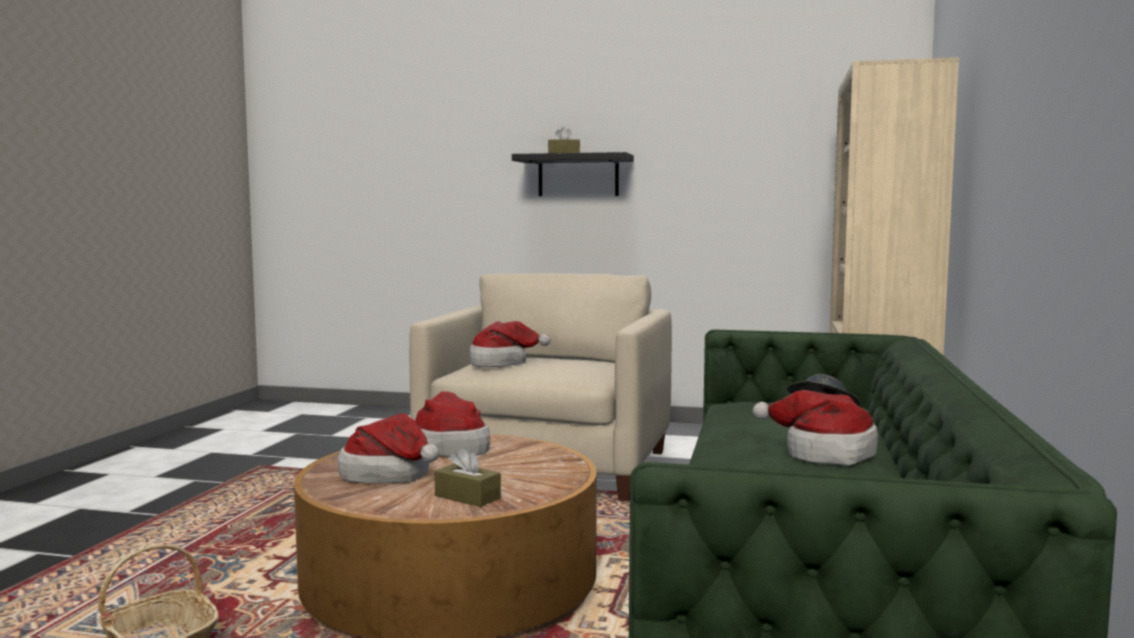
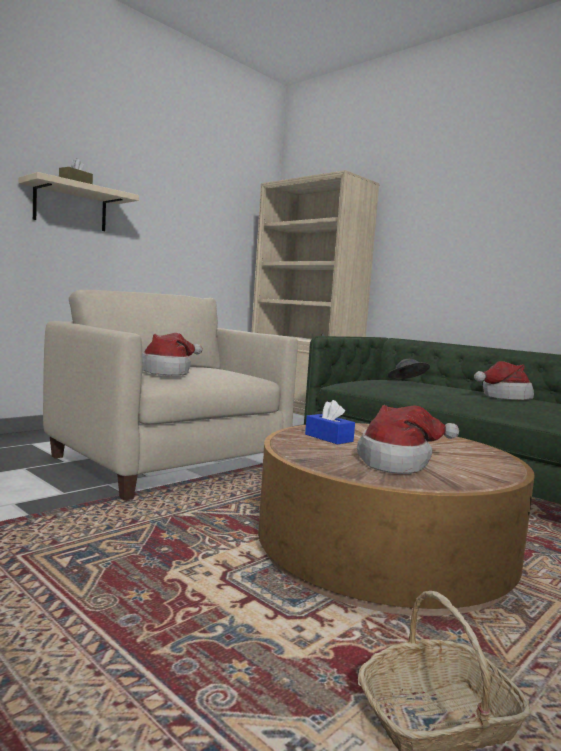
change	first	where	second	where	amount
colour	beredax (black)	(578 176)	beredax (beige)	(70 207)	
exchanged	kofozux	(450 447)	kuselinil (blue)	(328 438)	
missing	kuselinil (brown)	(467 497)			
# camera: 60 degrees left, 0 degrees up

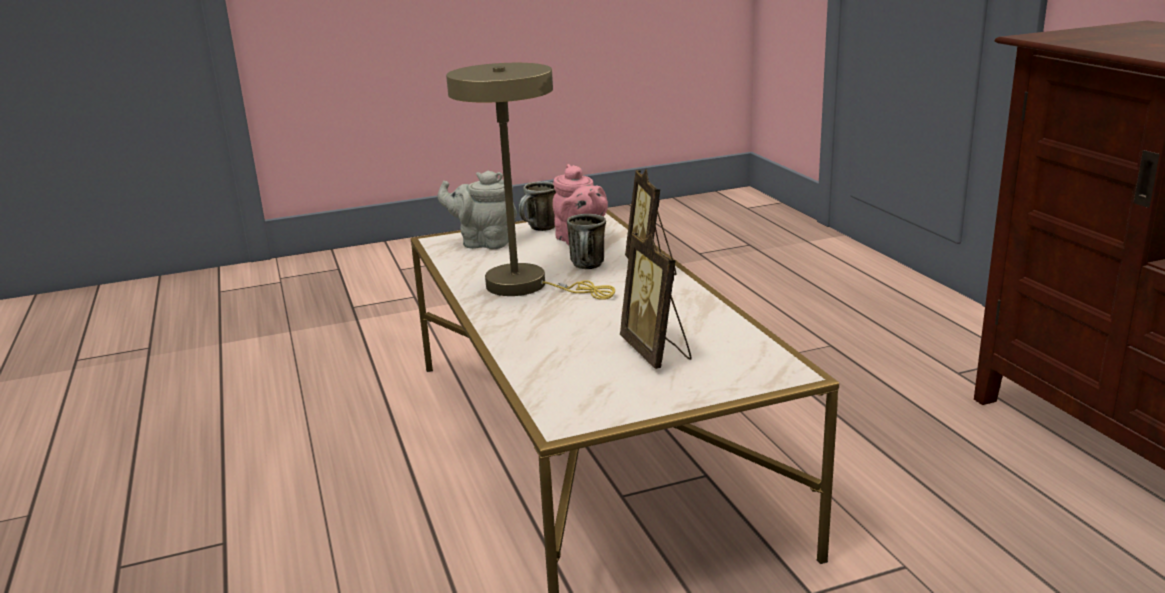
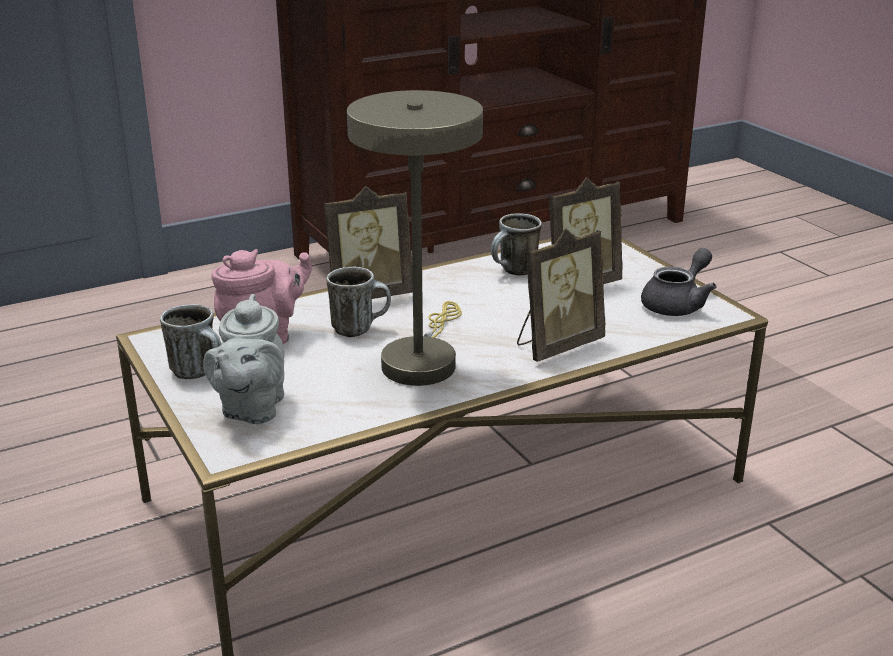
change	first	where	second	where	amount
appeared			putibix	(515 272)	
appeared			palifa	(557 345)	
appeared			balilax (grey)	(678 304)	
# camera: 100 degrees left, 5 degrees up

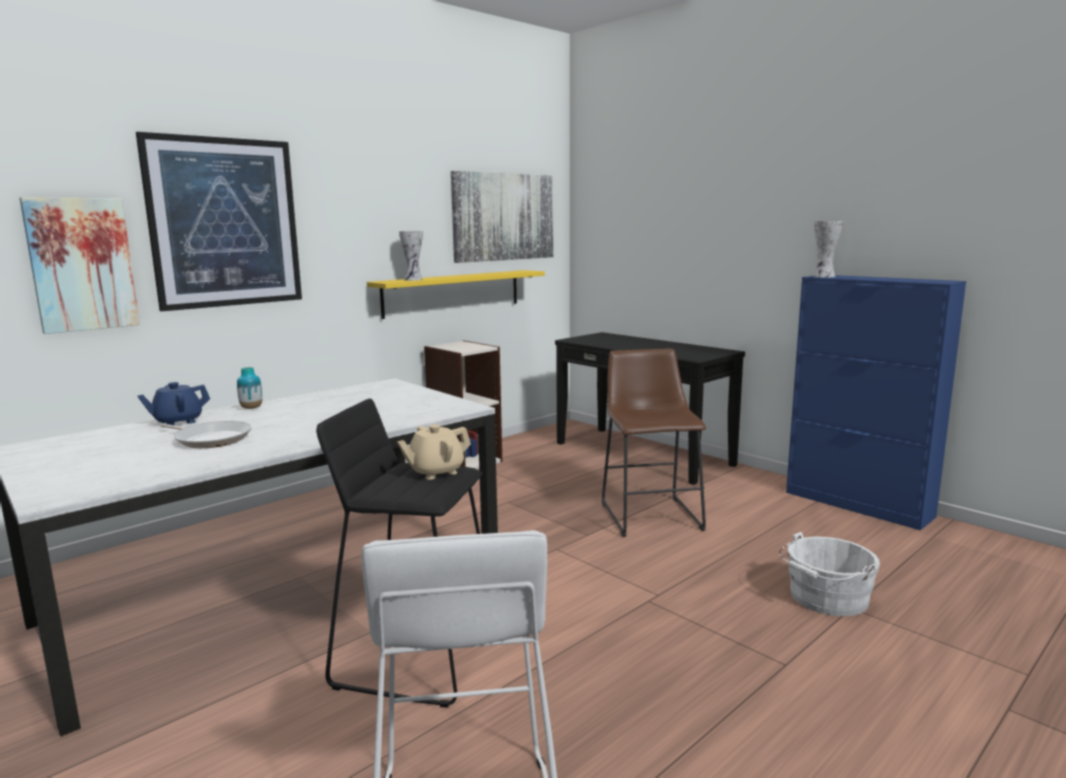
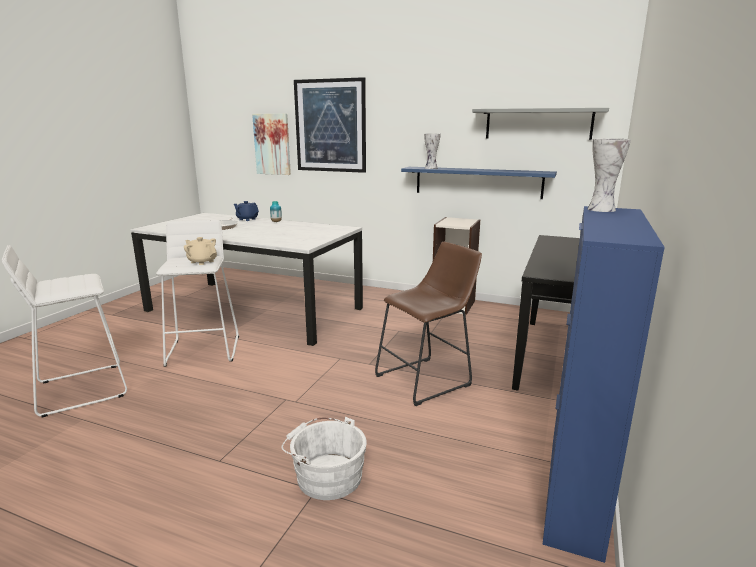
change	first	where	second	where	amount
exchanged	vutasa	(504 217)	beredax (grey)	(538 124)	
colour	beredax (yellow)	(453 293)	beredax (blue)	(477 182)	
colour	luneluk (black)	(416 657)	luneluk (white)	(204 350)	
# camera: 65 degrees right, 5 degrees up

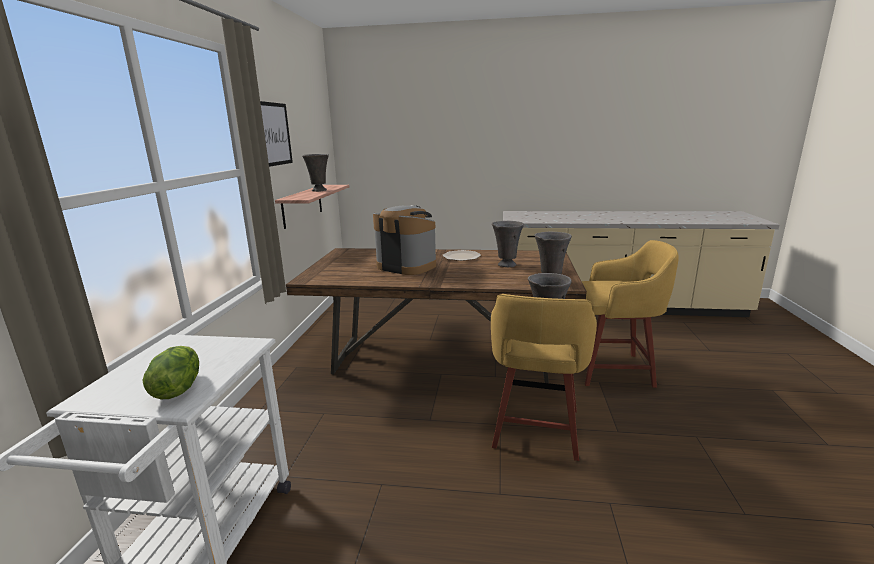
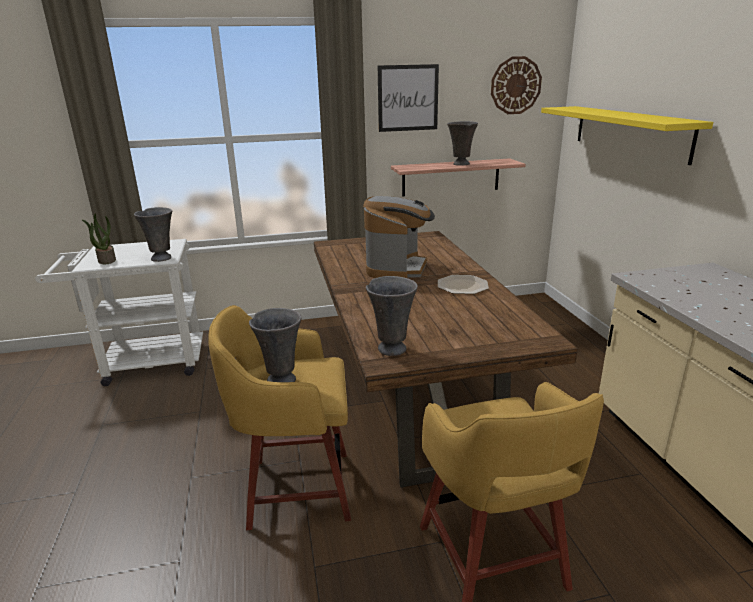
change	first	where	second	where	amount
relocated	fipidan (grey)	(506 265)		(162 258)	
exchanged	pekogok	(177 389)	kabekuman	(106 260)	
appeared			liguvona	(515 85)	
appeared			beredax (yellow)	(629 132)	
# camera: 70 degrees right, 5 degrees up

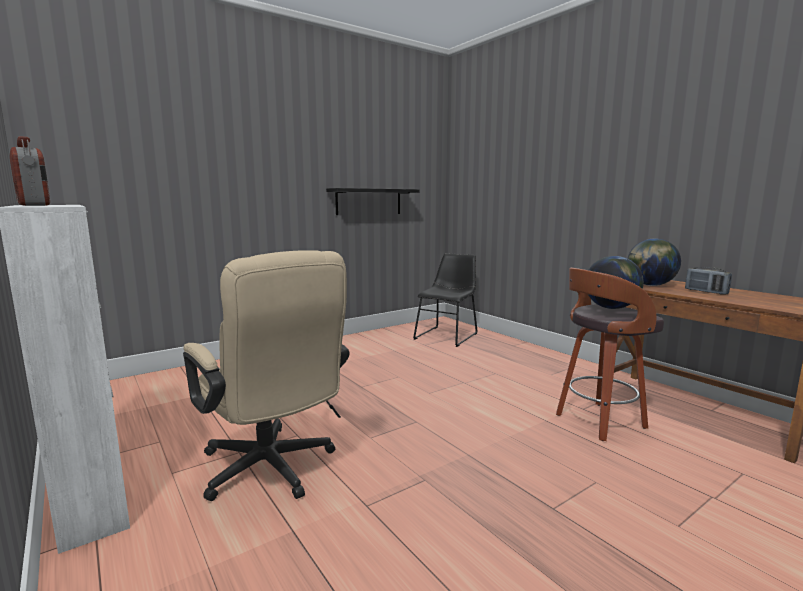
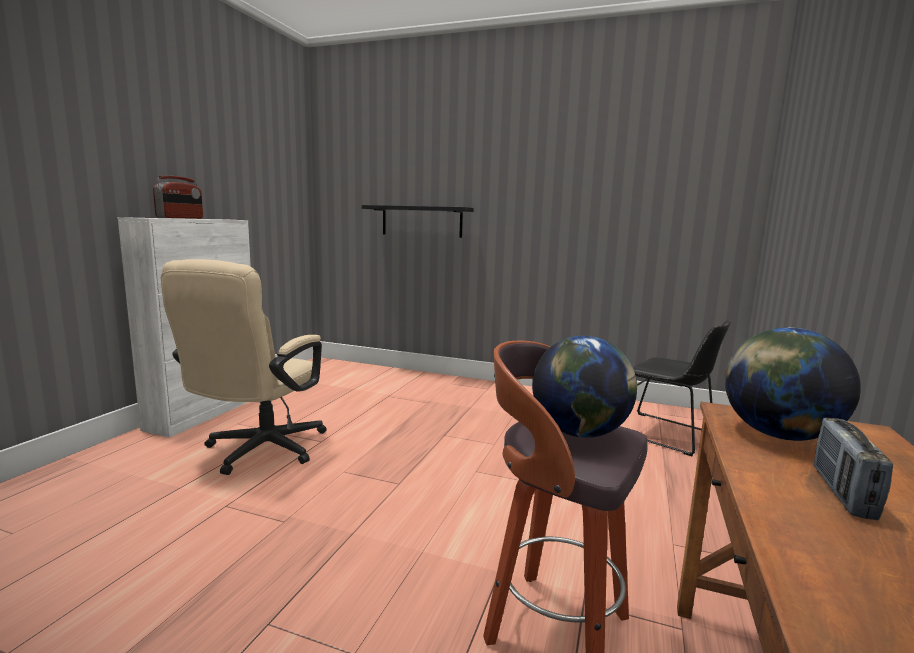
change	first	where	second	where	amount
relocated	beredax (black)	(369 201)		(421 221)	
spun	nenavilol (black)	(447 335)		(667 434)	45 degrees clockwise
# camera: 55 degrees right, 0 degrees up

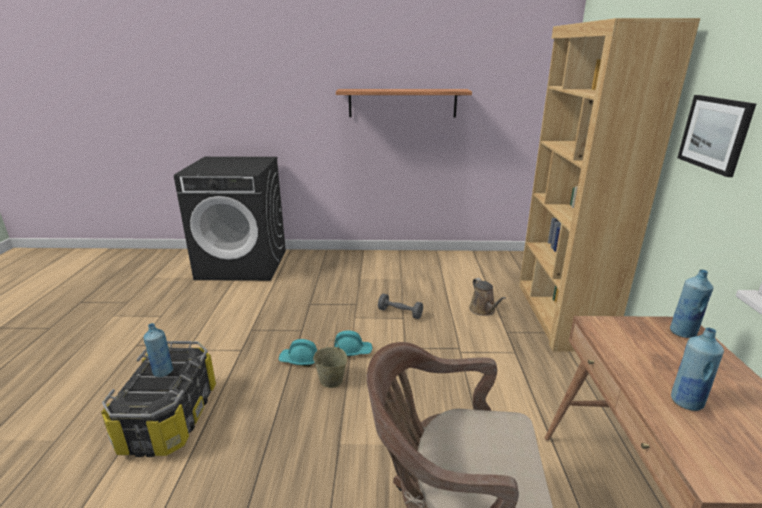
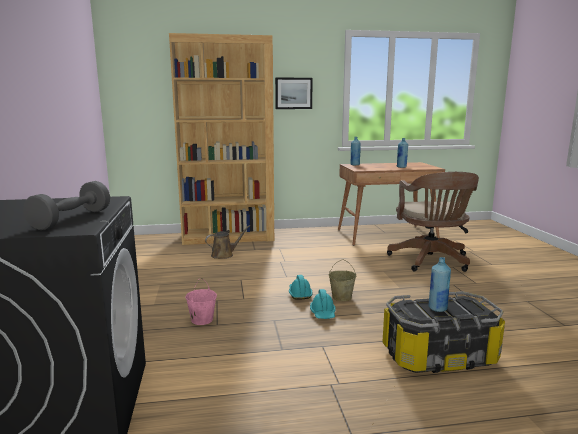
change	first	where	second	where	amount
missing	beredax	(402 103)			
relocated	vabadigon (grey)	(400 313)		(71 219)	
appeared			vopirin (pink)	(201 320)	
# camera: 100 degrees left, 10 degrees down

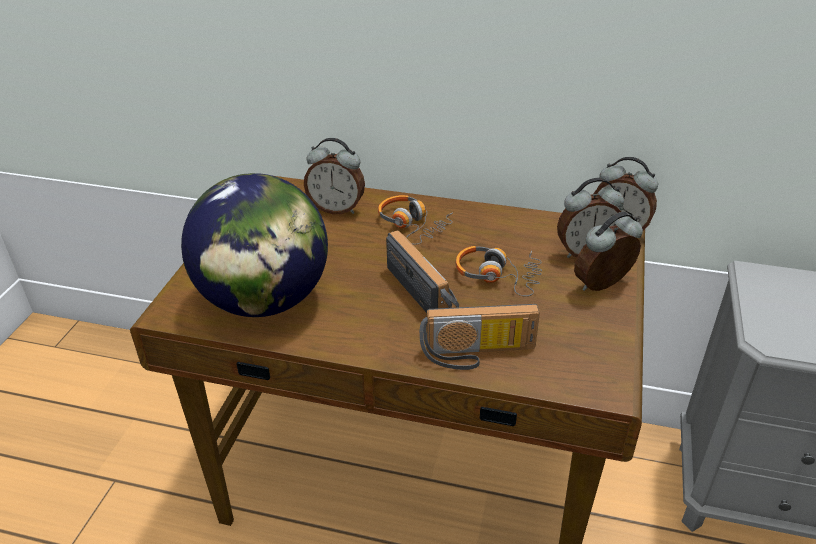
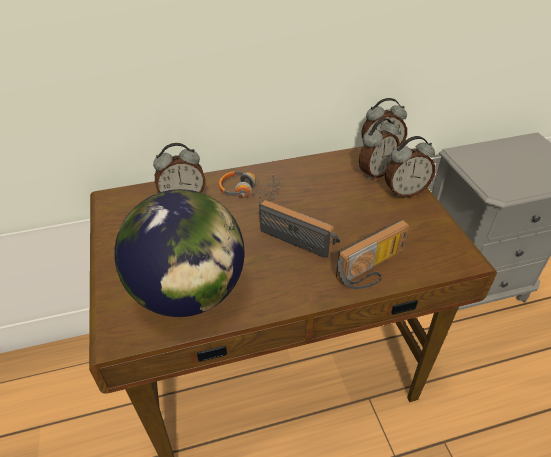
change	first	where	second	where	amount
spun	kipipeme	(603 287)		(404 191)	135 degrees counterclockwise
missing	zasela	(497 276)			
# camera: 30 degrees left, 5 degrees up

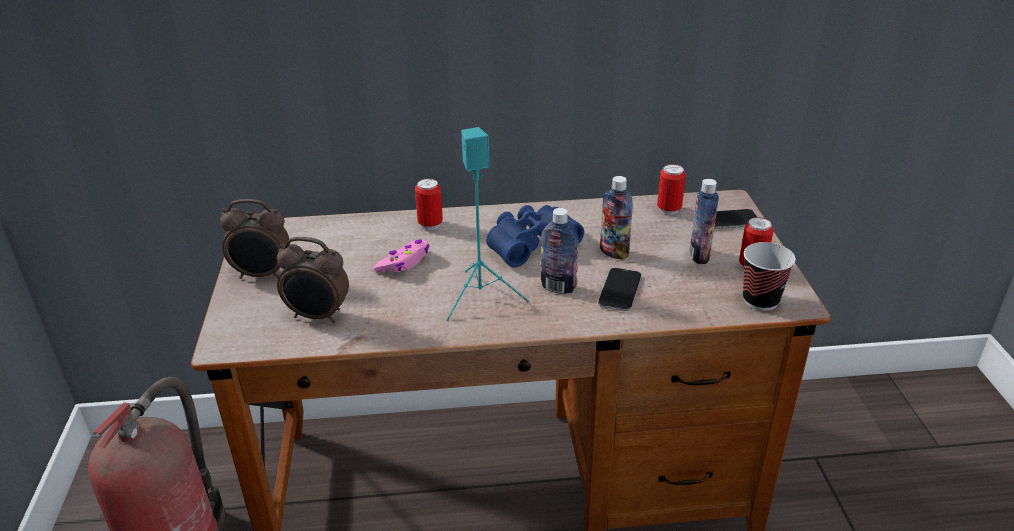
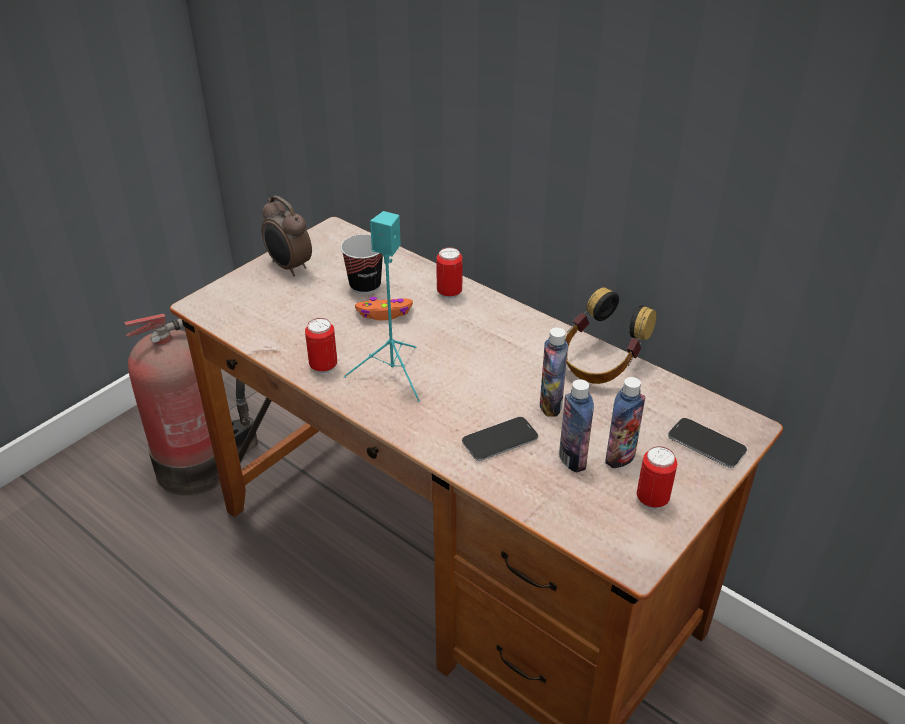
change	first	where	second	where	amount
relocated	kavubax	(669 209)		(323 367)	
missing	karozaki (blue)	(530 243)			
relocated	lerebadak	(558 287)		(572 459)	
missing	kipipeme	(318 316)			
colour	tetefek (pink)	(404 263)	tetefek (orange)	(384 313)	
relocated	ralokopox	(760 300)		(365 286)	
appeared			zasela	(601 364)	
# camera: 45 degrees right, 5 degrees up

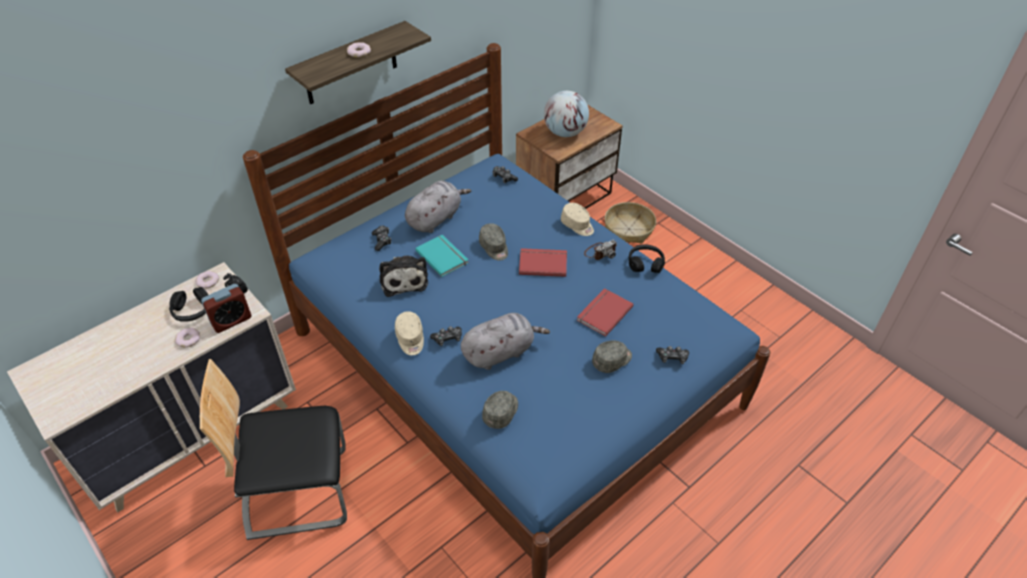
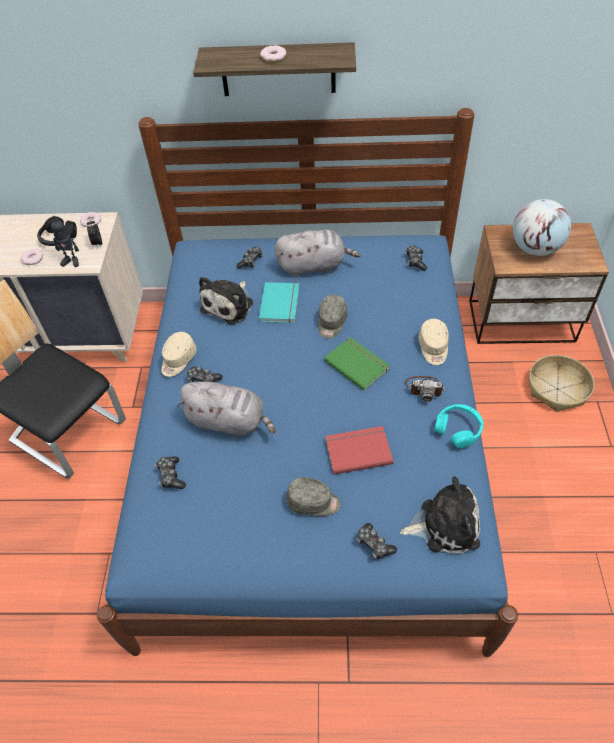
change	first	where	second	where	amount
colour	zasela (black)	(645 263)	zasela (turquoise)	(458 429)	
colour	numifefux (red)	(542 263)	numifefux (green)	(357 364)	
exchanged	kipipeme	(231 320)	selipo	(71 261)	
exchanged	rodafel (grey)	(501 412)	tetefek	(171 476)	
appeared			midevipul	(445 524)	
# camera: 45 degrees right, 5 degrees up

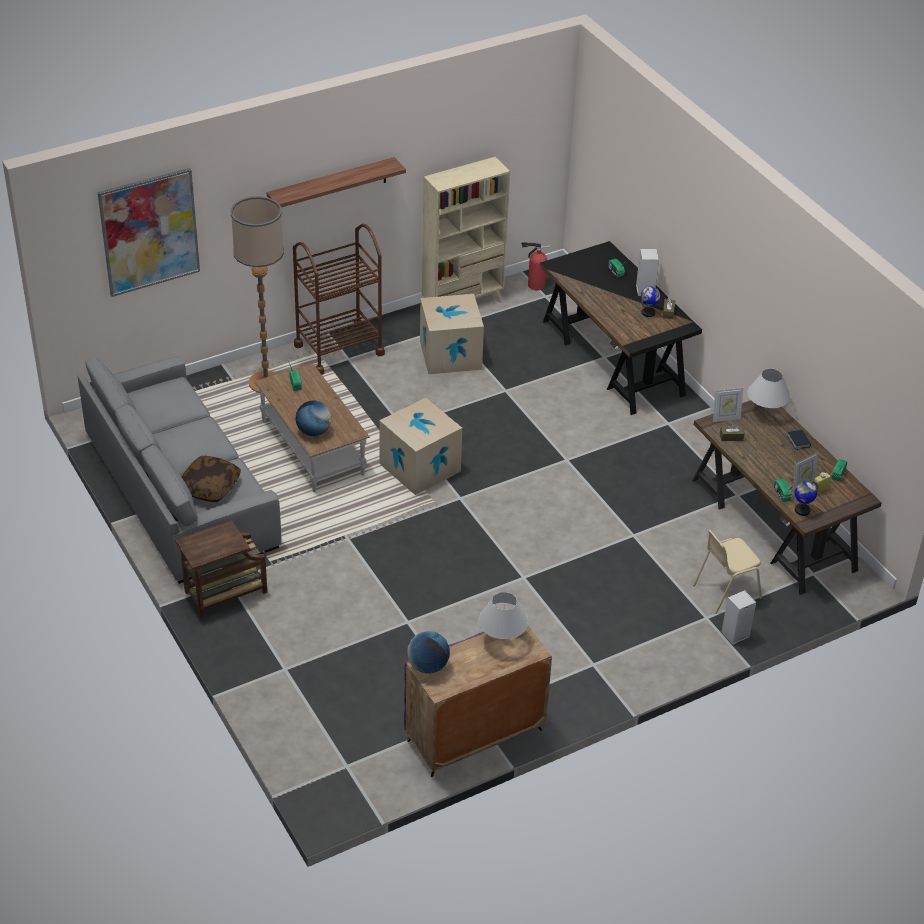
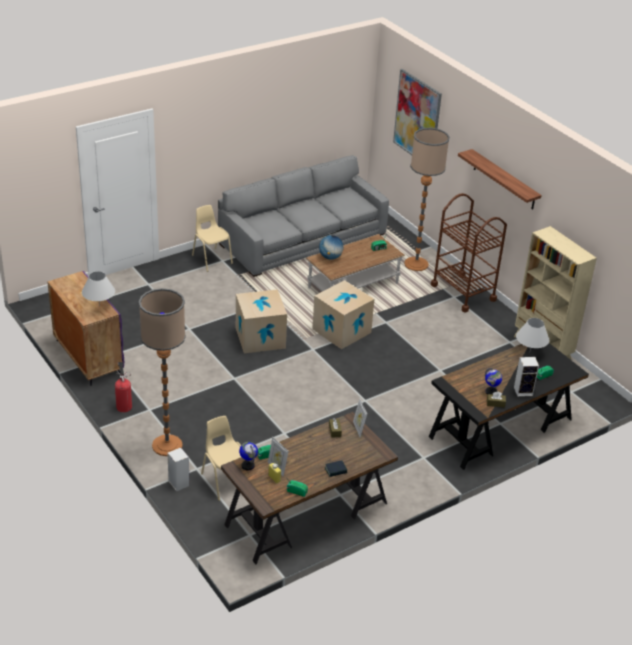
change	first	where	second	where	amount
relocated	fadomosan	(534 285)		(124 406)	
relocated	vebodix	(450 355)		(260 338)	
relocated	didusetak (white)	(765 412)		(529 352)	
missing	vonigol	(209 487)			
exchanged	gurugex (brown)	(223 593)	nenavilol (beige)	(211 259)	
missing	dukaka	(428 666)			
appeared			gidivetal	(167 445)	
# camera: 85 degrees right, 5 degrees down

